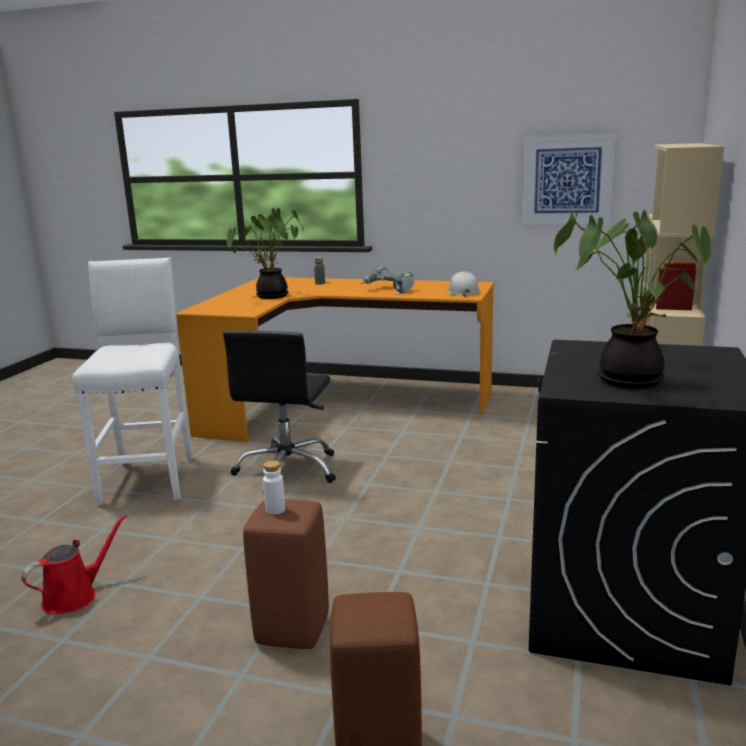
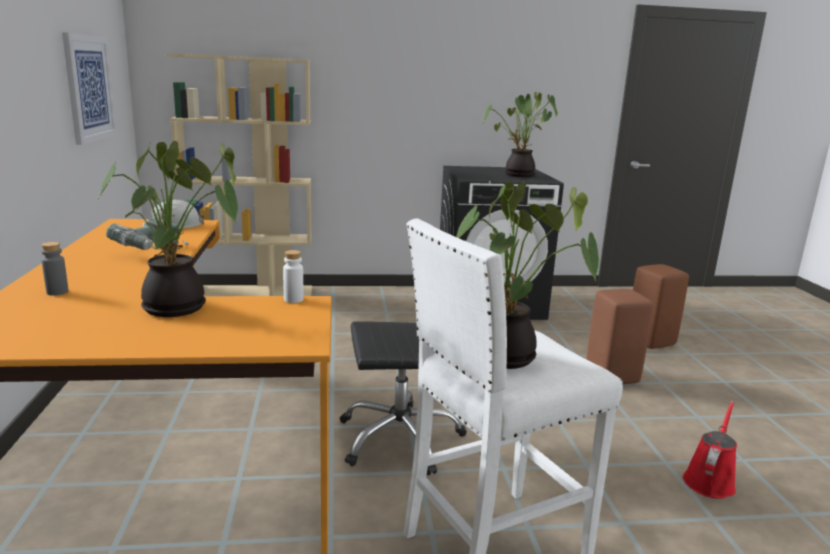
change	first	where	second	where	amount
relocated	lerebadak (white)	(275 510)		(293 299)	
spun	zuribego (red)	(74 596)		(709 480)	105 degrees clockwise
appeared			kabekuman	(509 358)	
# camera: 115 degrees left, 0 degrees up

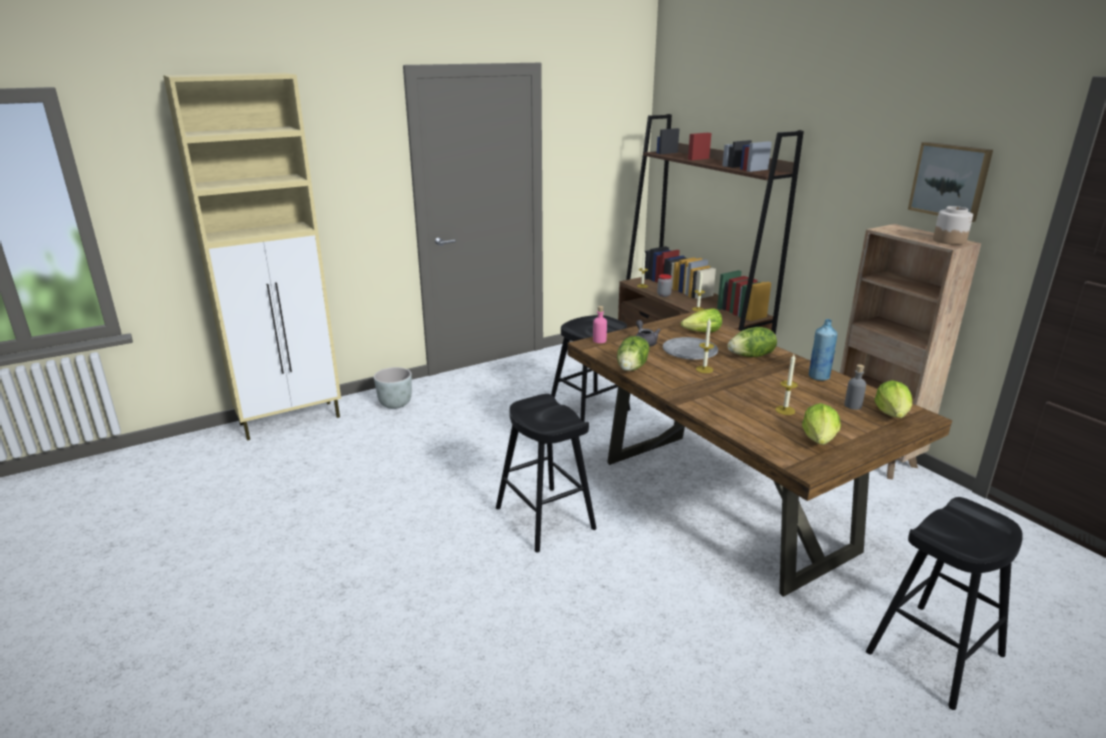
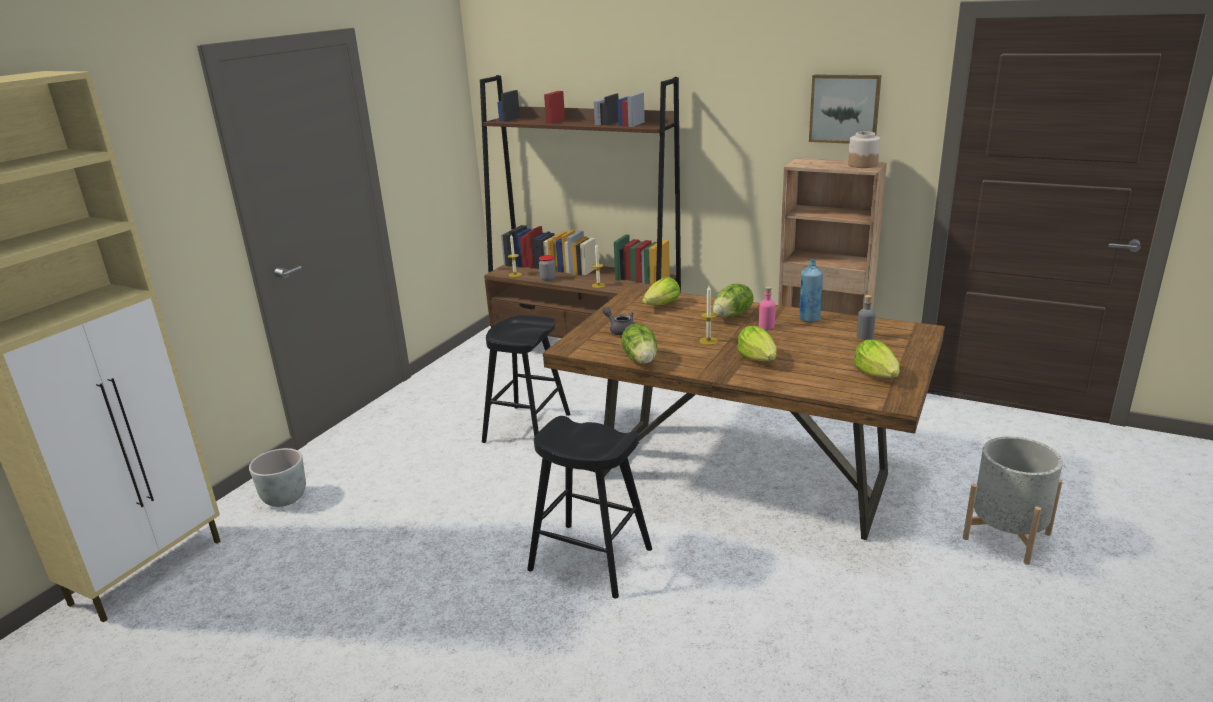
change	first	where	second	where	amount
relocated	lerebadak (pink)	(599 340)		(766 326)	
missing	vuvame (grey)	(690 352)			
missing	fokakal	(785 410)			
relocated	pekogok	(892 414)		(758 359)	
exchanged	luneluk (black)	(935 653)	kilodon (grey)	(1006 536)	
# camera: 30 degrees left, 0 degrees up

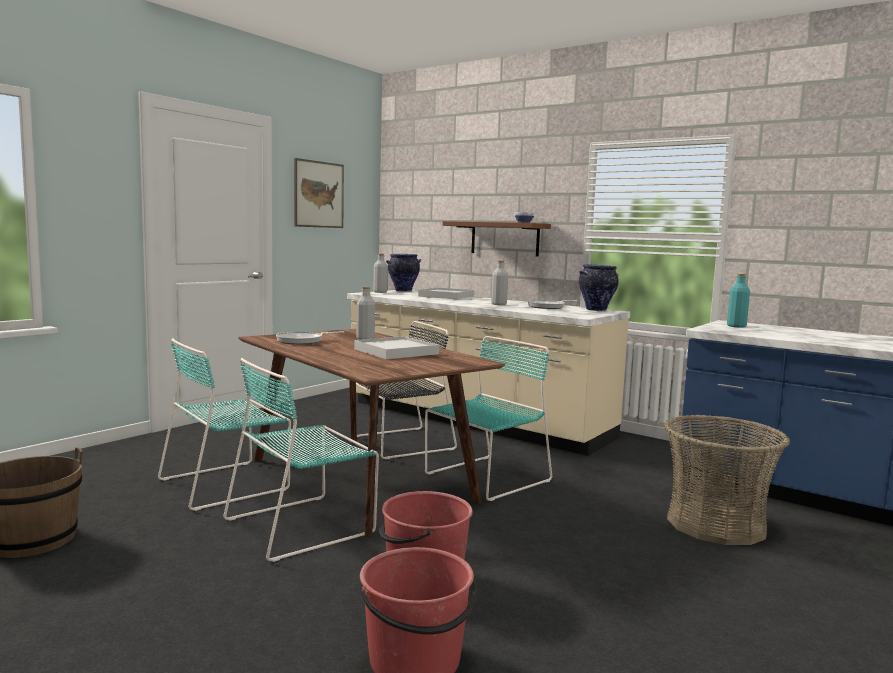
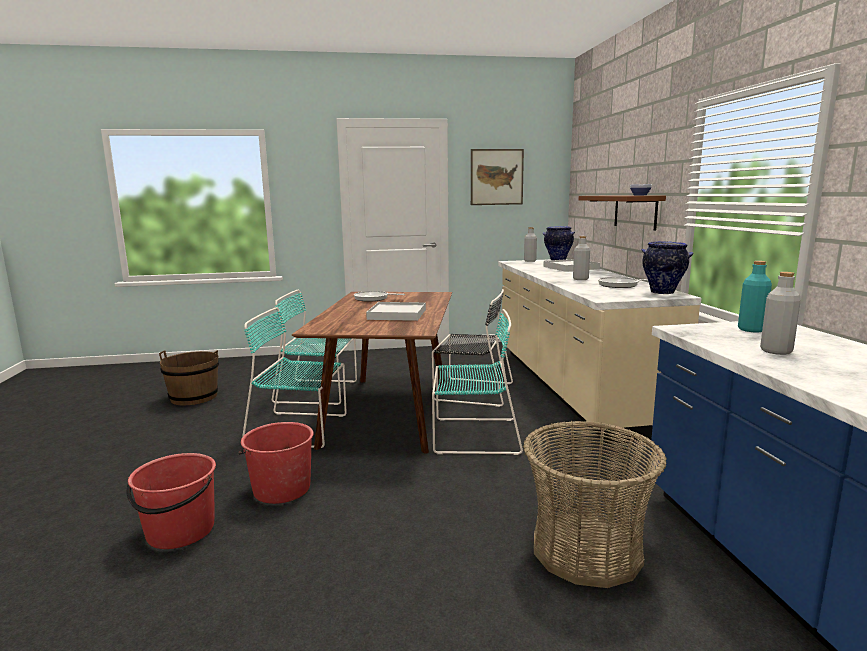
change	first	where	second	where	amount
relocated	lerebadak (grey)	(365 338)		(776 351)	
# camera: 45 degrees right, 5 degrees up

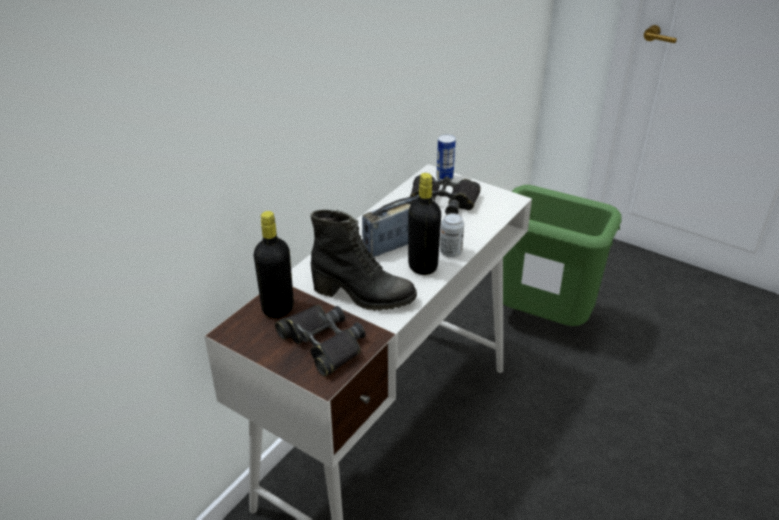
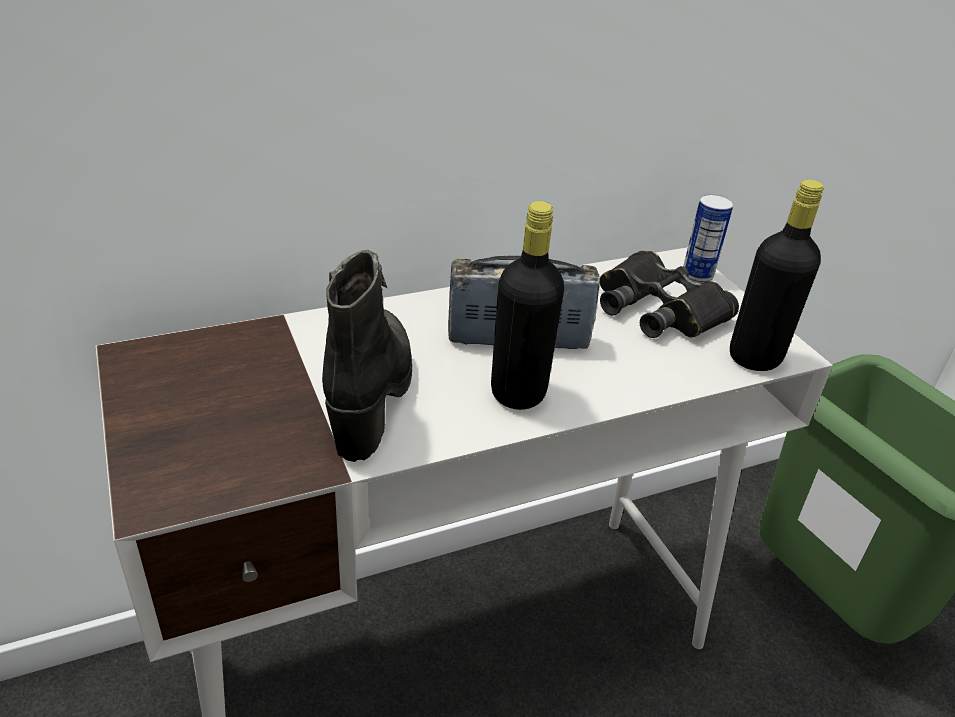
change	first	where	second	where	amount
spun	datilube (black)	(363 296)		(371 394)	135 degrees counterclockwise
relocated	lerebadak (black)	(278 308)		(754 357)	
missing	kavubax	(451 252)			
missing	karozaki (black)	(322 344)			
# camera: 30 degrees right, 0 degrees up

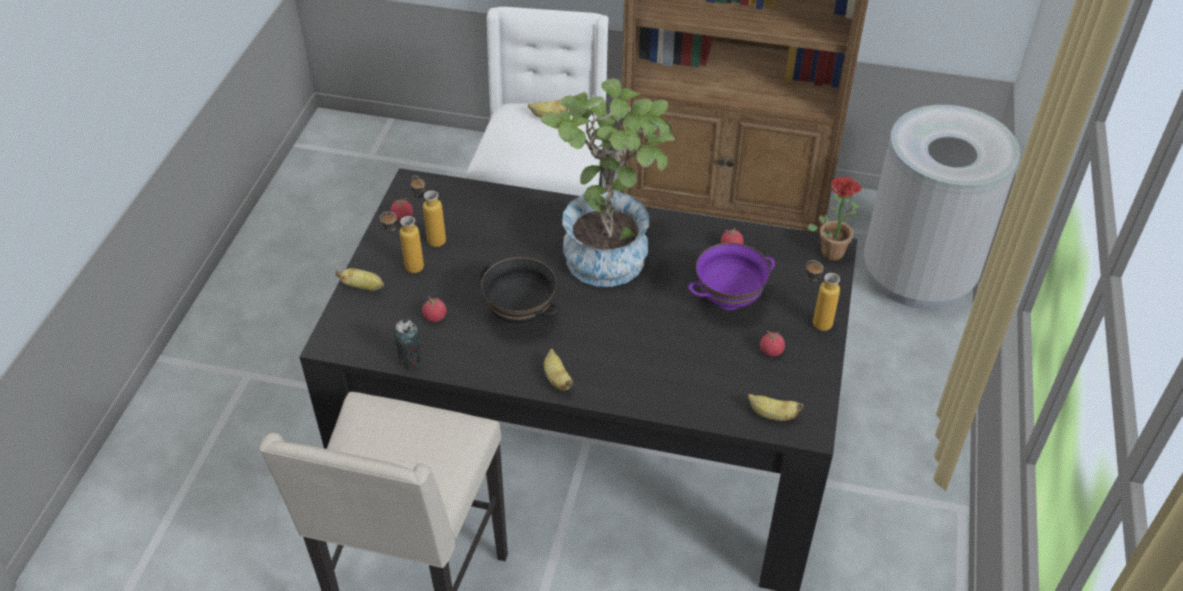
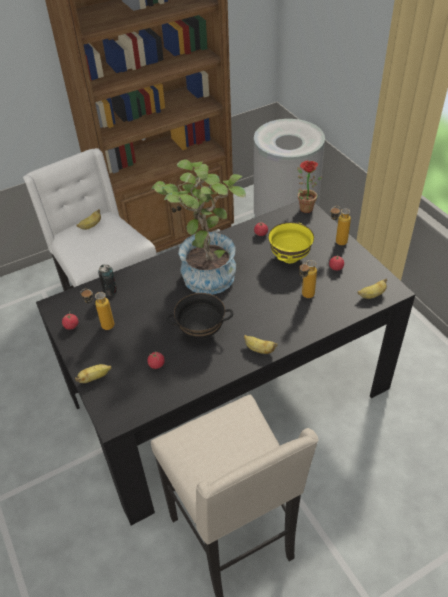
change	first	where	second	where	amount
relocated	lerebadak	(406 268)		(305 297)	
colour	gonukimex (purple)	(728 299)	gonukimex (yellow)	(289 257)	
relocated	kavubax	(410 361)		(110 291)	
# camera: 40 degrees left, 0 degrees up

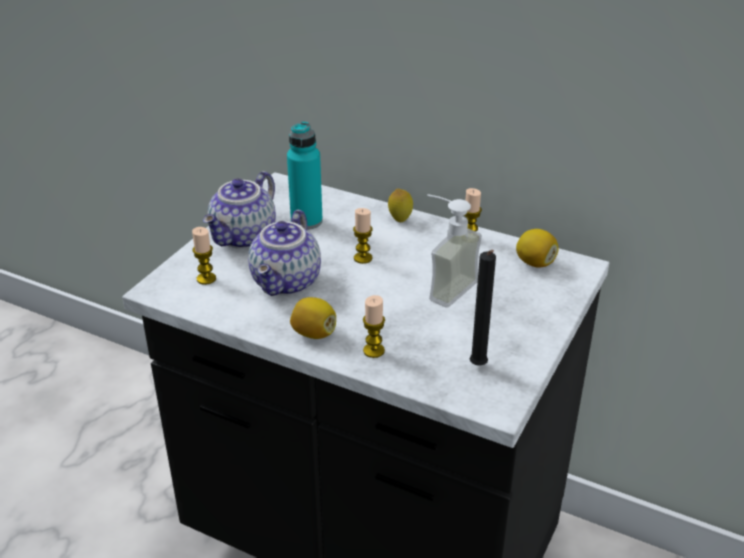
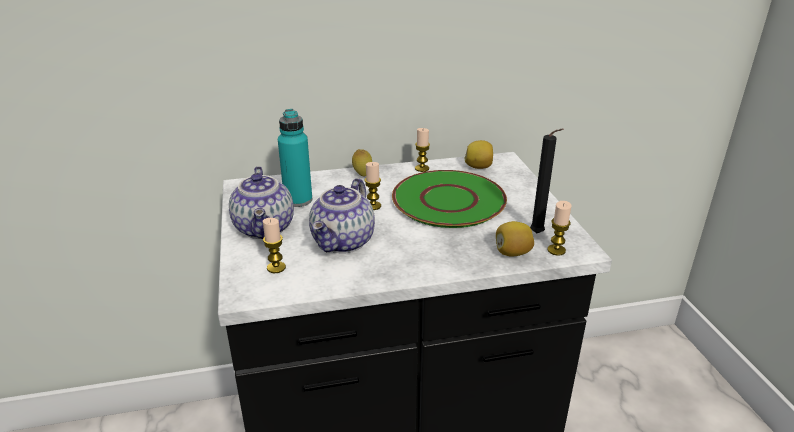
change	first	where	second	where	amount
exchanged	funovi	(443 287)	vuvame (green)	(449 201)	
spun	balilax	(287 283)		(344 242)	45 degrees clockwise
relocated	fokakal	(373 351)		(556 250)	
relocated	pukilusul	(314 333)		(512 253)	
# camera: 40 degrees left, 5 degrees down

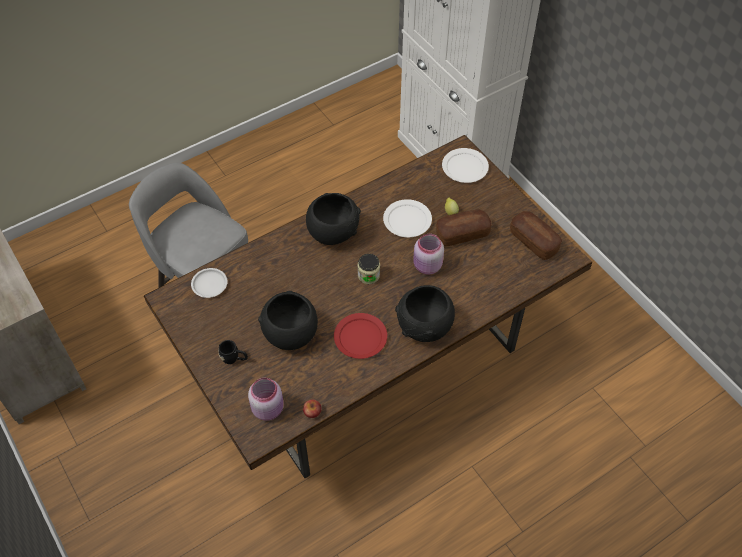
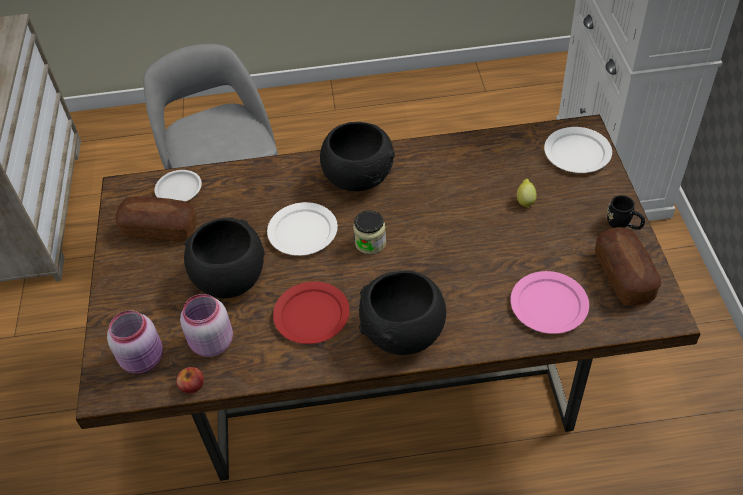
change	first	where	second	where	amount
relocated	vuvame (white)	(407 220)		(302 231)	
relocated	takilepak	(462 234)		(160 229)	
relocated	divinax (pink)	(427 266)		(211 343)	
relocated	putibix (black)	(234 359)		(623 225)	
appeared			vuvame (pink)	(548 305)	
# camera: 30 degrees right, 5 degrees down

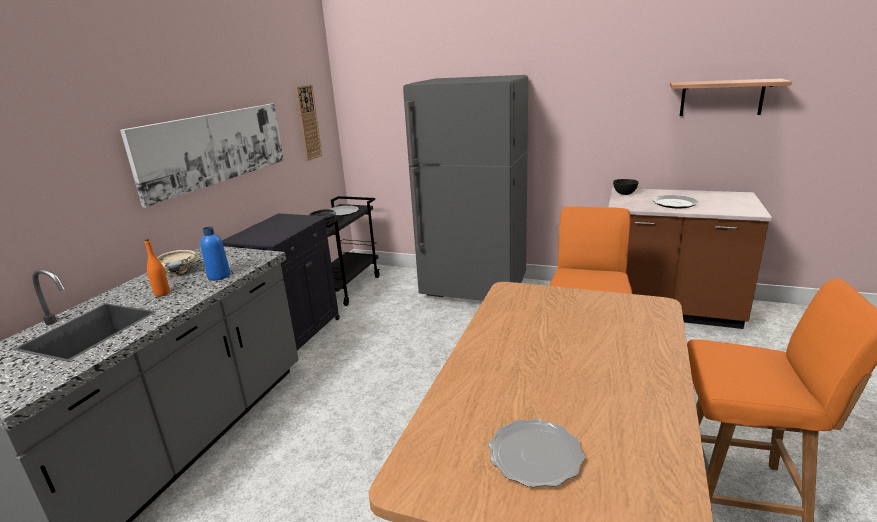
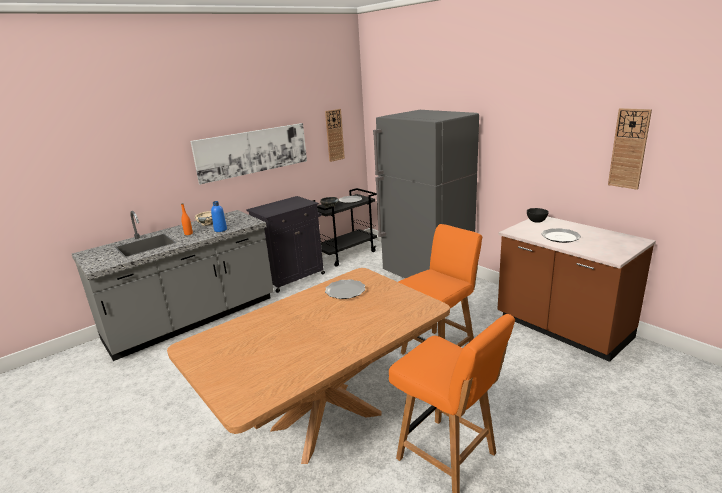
change	first	where	second	where	amount
exchanged	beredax	(721 98)	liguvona	(629 149)	
relocated	vuvame	(534 455)		(345 291)	
# camera: 30 degrees right, 0 degrees up

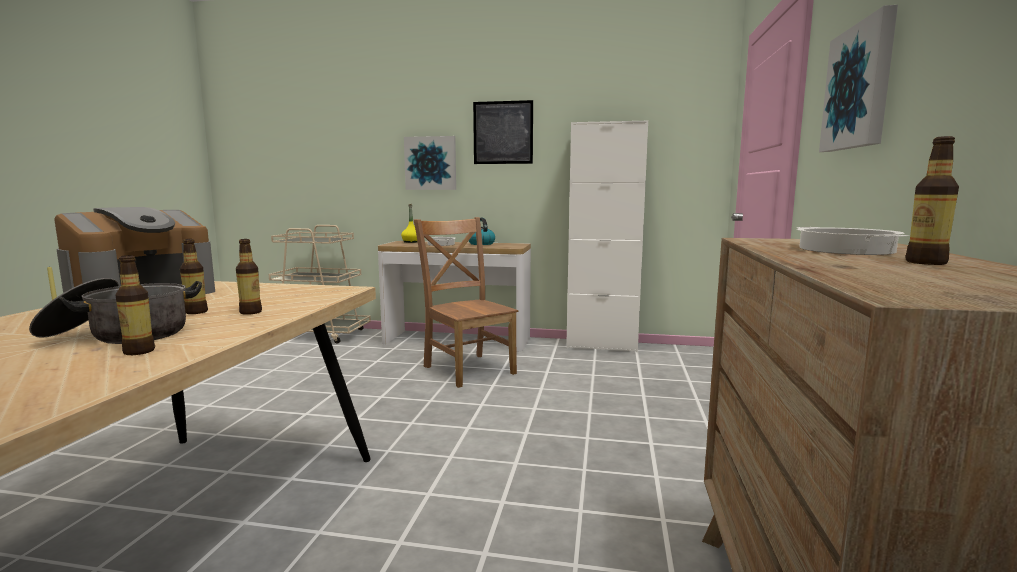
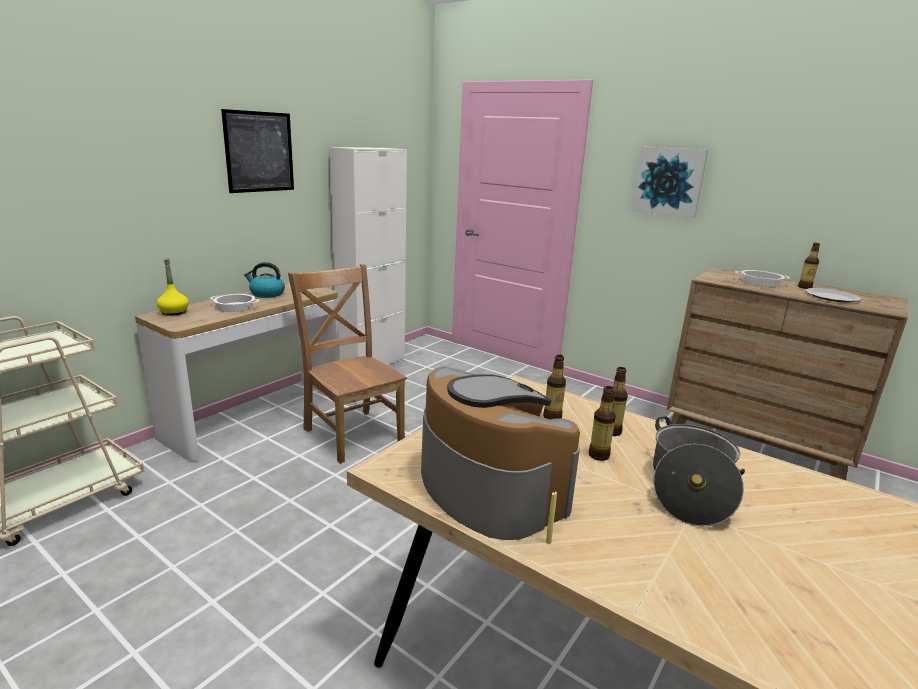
change	first	where	second	where	amount
missing	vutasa	(430 163)			
spun	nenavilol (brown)	(467 368)		(352 433)	60 degrees clockwise
relocated	lerebadak	(139 351)		(552 417)	
appeared			vuvame	(831 297)	
# camera: 65 degrees left, 10 degrees up

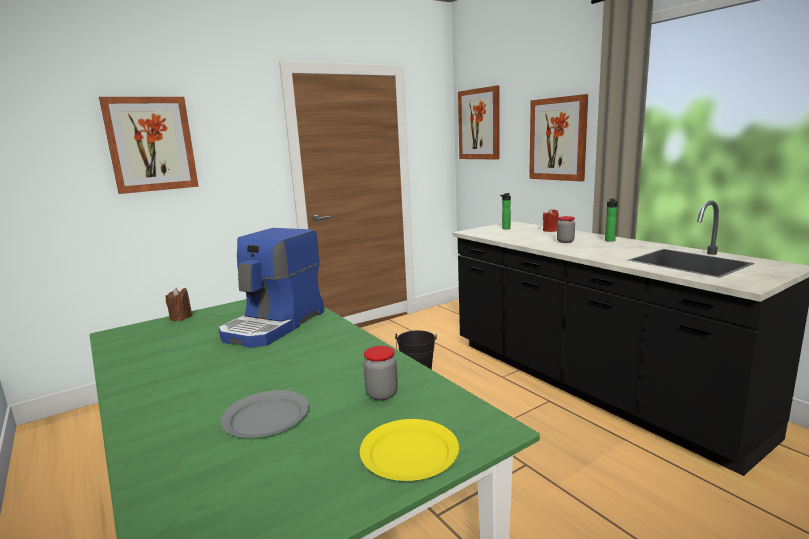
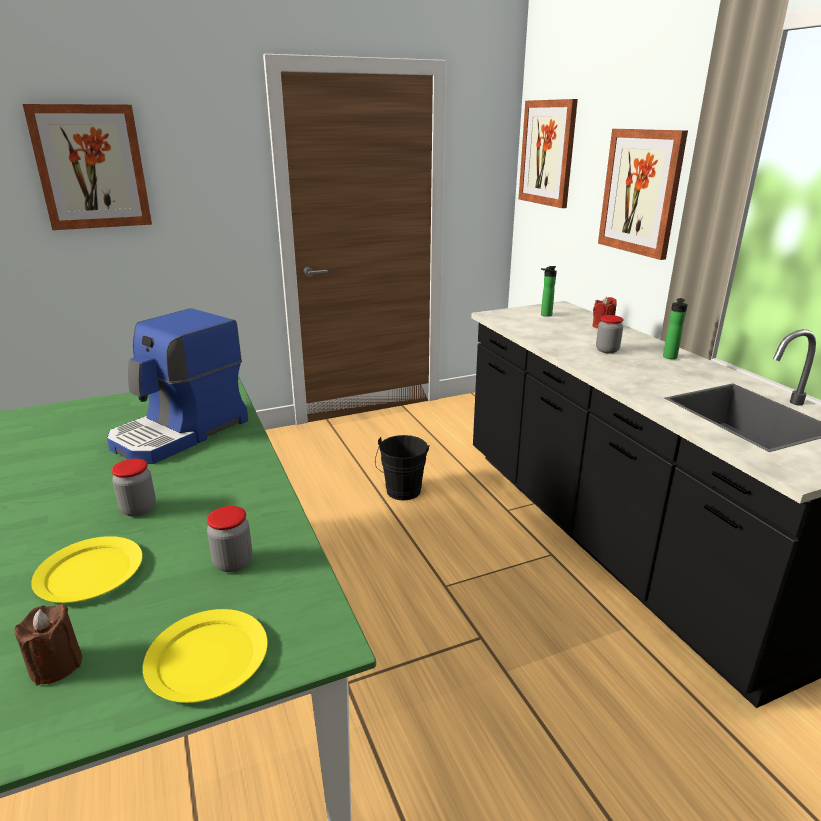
change	first	where	second	where	amount
relocated	fokakal (brown)	(181 317)		(56 665)	
colour	vuvame (grey)	(266 417)	vuvame (yellow)	(90 573)	
appeared			divinax	(138 509)	
# camera: 10 degrees right, 10 degrees up

